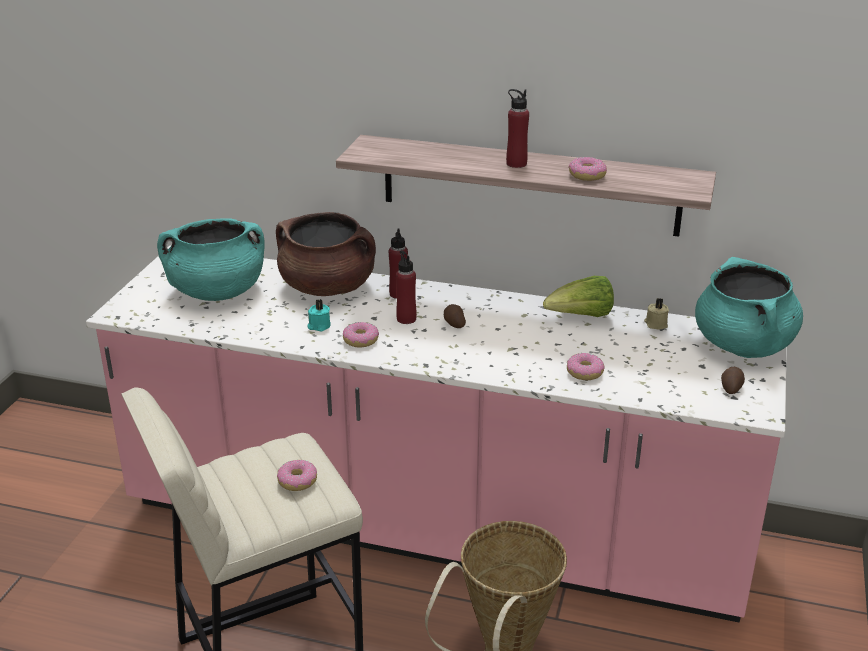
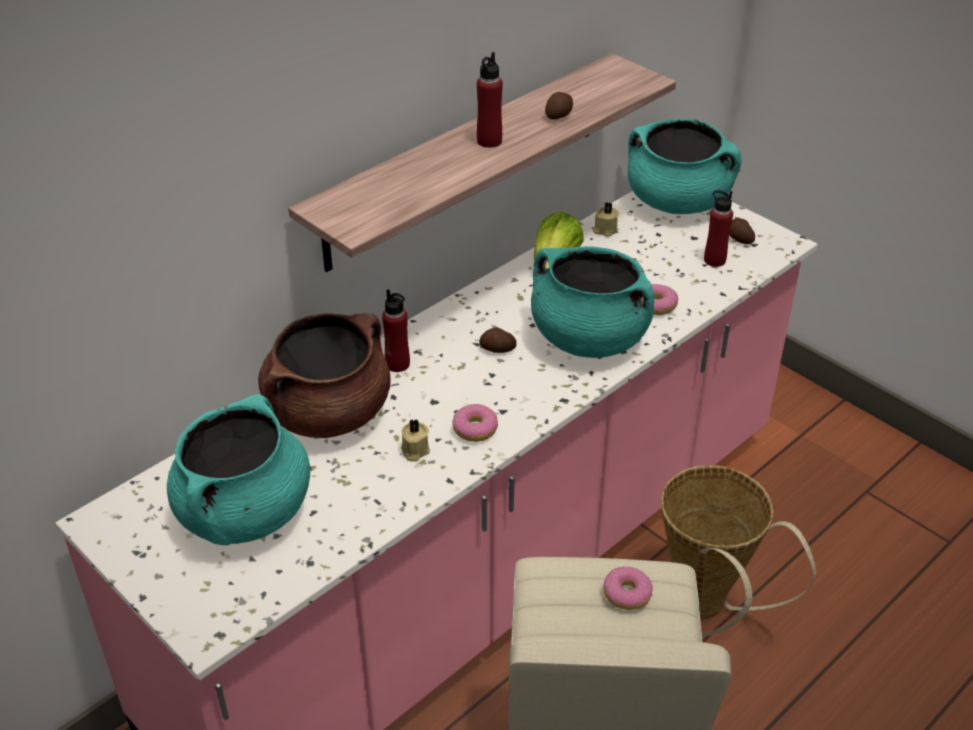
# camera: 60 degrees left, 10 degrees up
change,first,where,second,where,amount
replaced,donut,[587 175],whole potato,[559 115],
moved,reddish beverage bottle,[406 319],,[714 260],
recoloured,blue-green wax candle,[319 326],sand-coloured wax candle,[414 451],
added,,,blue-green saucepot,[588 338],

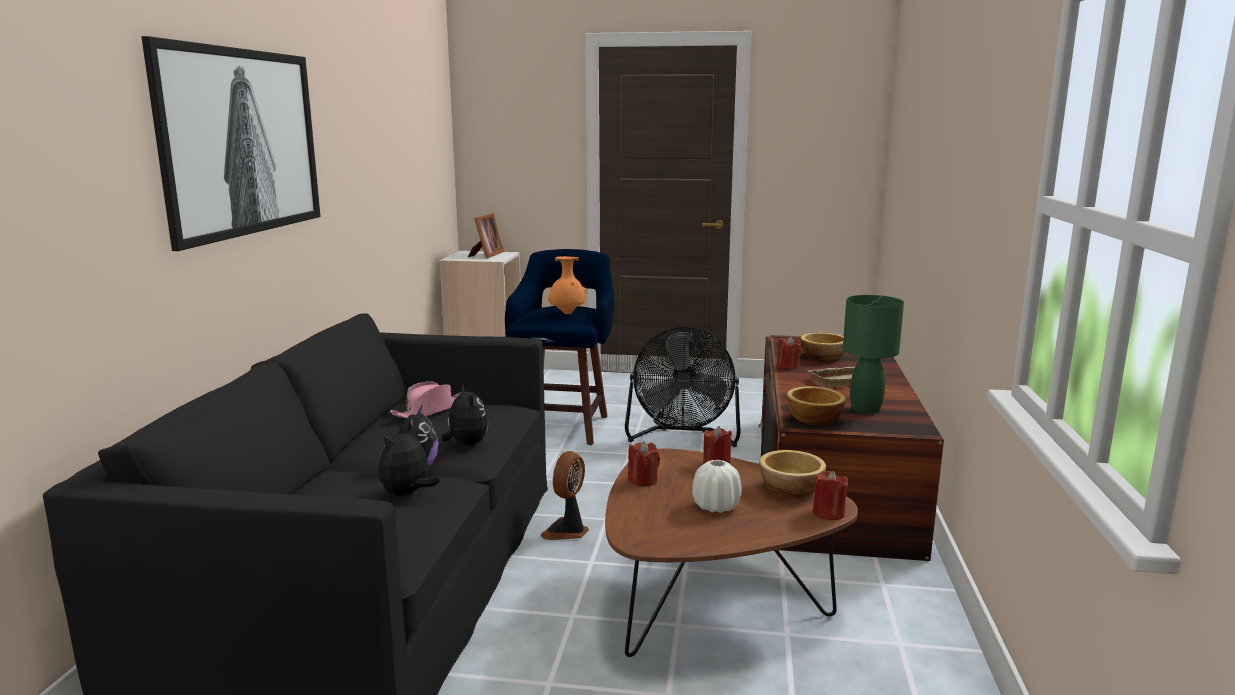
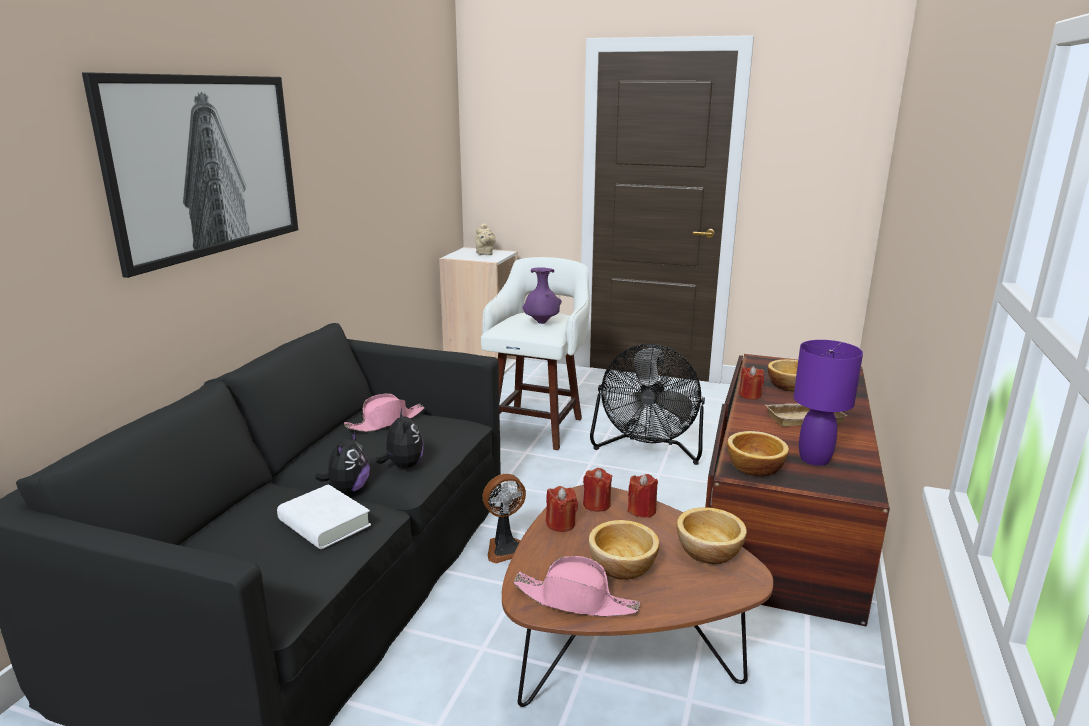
# camera: 10 degrees right, 5 degrees up
change,first,where,second,where,amount
replaced,photo frame,[486 255],sand-coloured pot for tea,[484 254],
recoloured,blue stool seat,[564 426],whitish stool seat,[537 426],
recoloured,orangey flower vase,[567 313],purple-coloured flower vase,[541 323],
recoloured,green-coloured tabletop lamp,[865 409],purple-coloured tabletop lamp,[814 459],
replaced,cuddly toy,[407 494],whitish book,[324 523],
turned,fan,[567 531],,[506 548],150 degrees counterclockwise
replaced,whitish flower vase,[716 506],bowl,[623 566],
moved,reddish wax candle,[828 513],,[596 504],
added,,,pinkish wearable hat,[576 600],

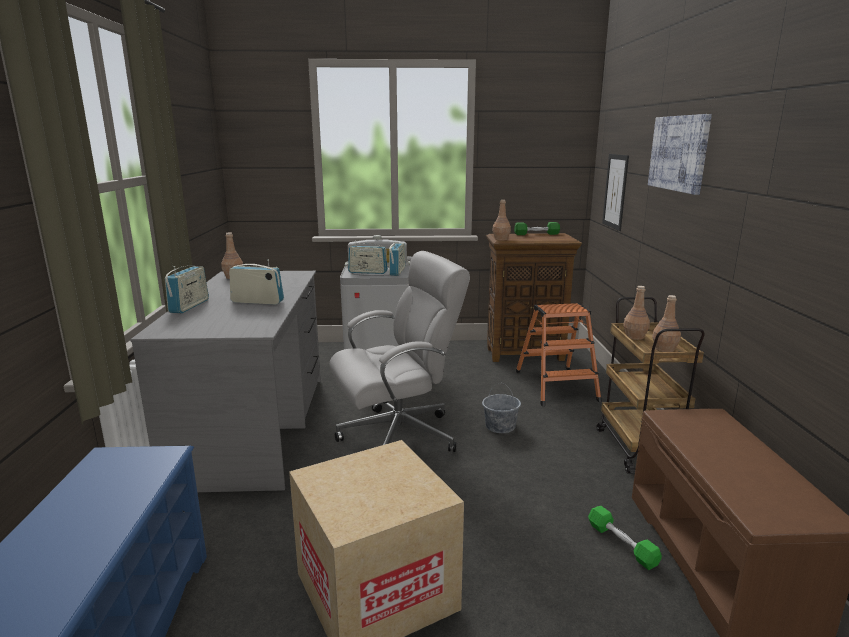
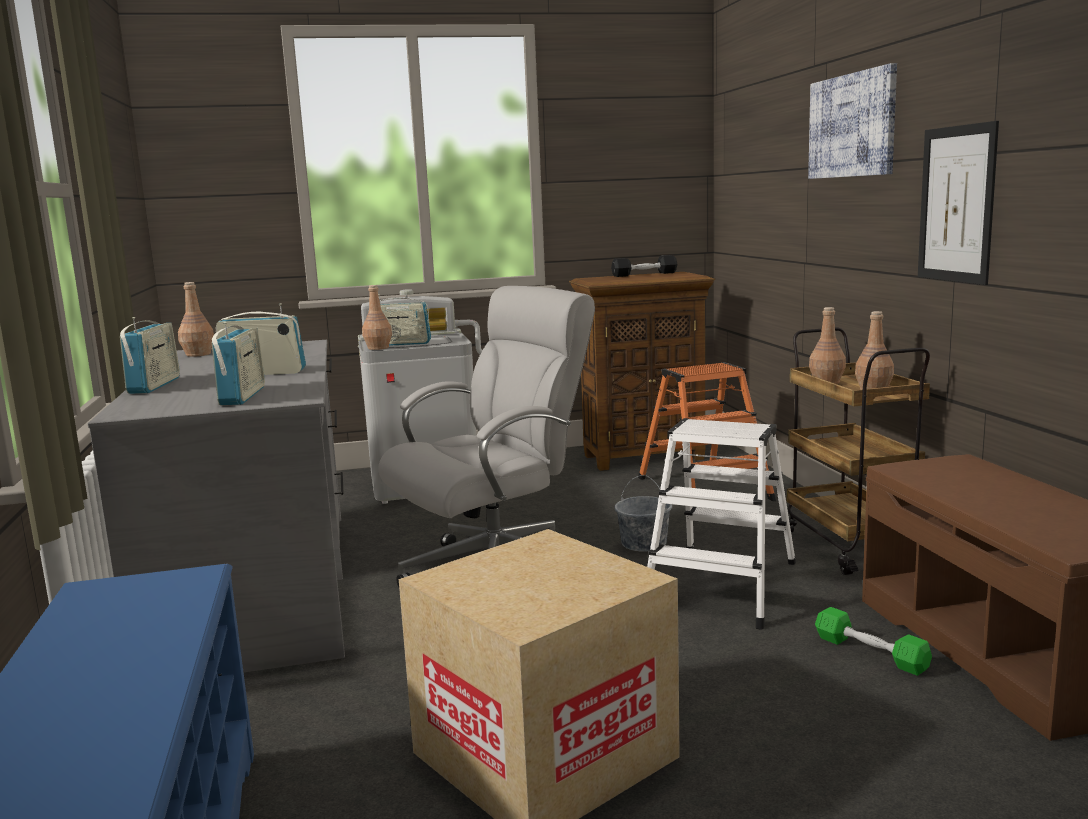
# camera: 10 degrees left, 5 degrees down
change,first,where,second,where,amount
moved,picture,[615 191],,[956 204],
moved,brown beverage bottle,[501 239],,[378 348],
recoloured,green-coloured hand weight,[536 234],black hand weight,[644 274],
moved,radio receiver,[397 271],,[242 396],
added,,,whitish step stool,[722 584],

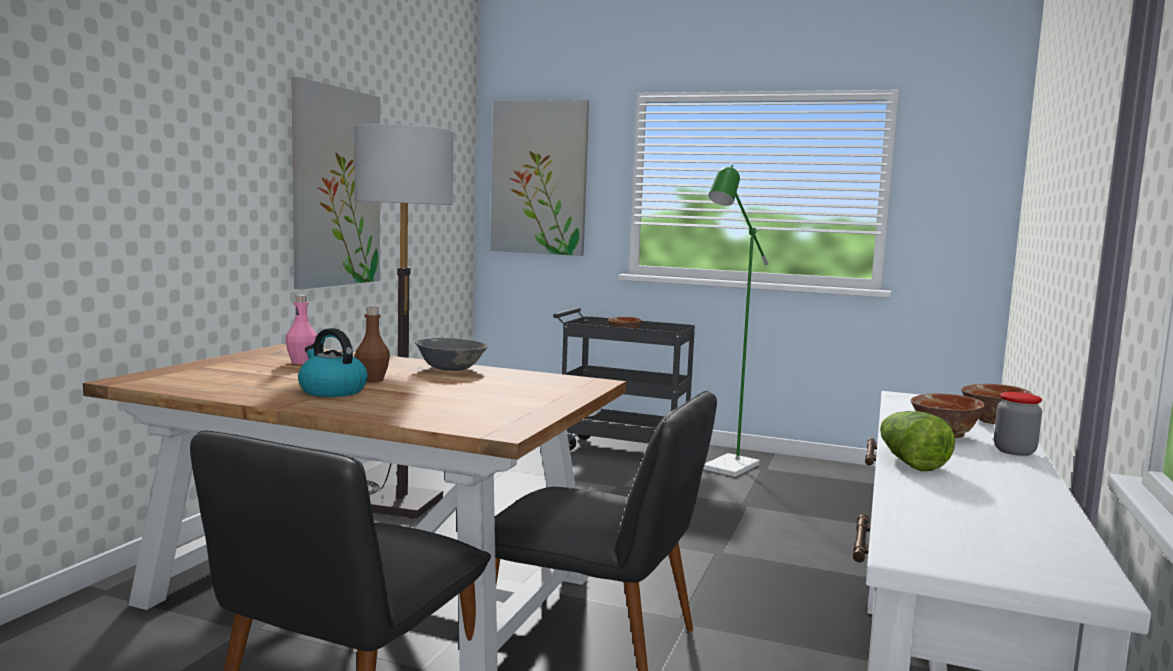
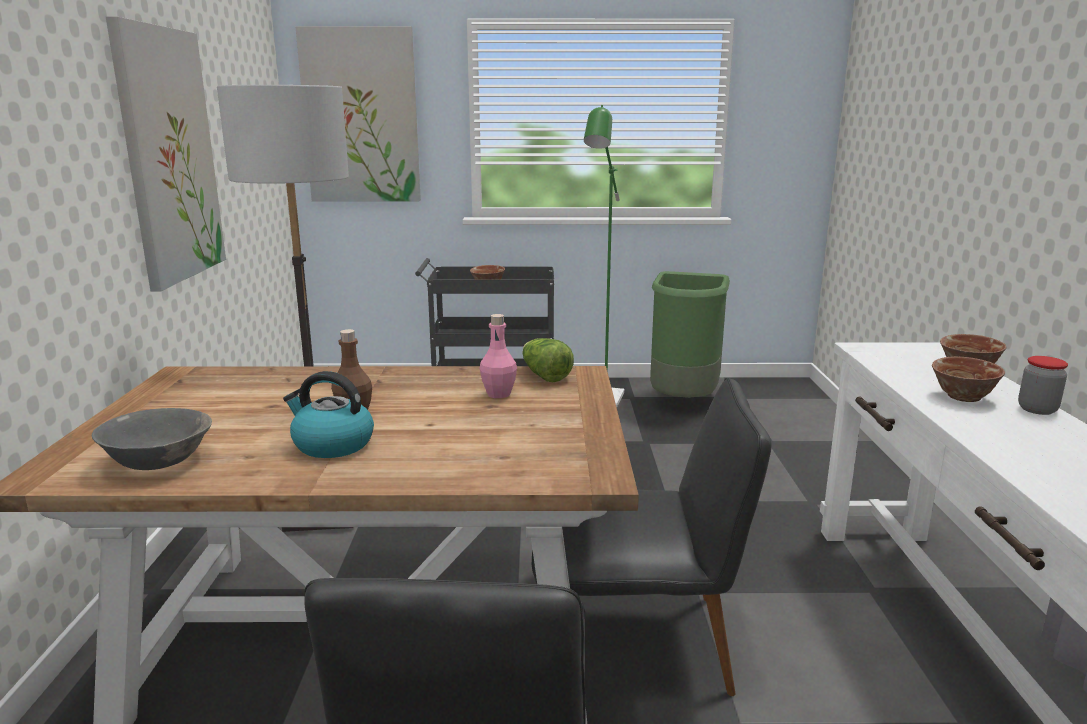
# camera: 20 degrees left, 10 degrees up
change,first,where,second,where,amount
moved,pinkish beverage bottle,[301 362],,[498 394],
moved,greyish bowl,[450 368],,[157 461],
moved,lettuce head,[909 462],,[544 375],
added,,,green-coloured waste bin,[684 401],

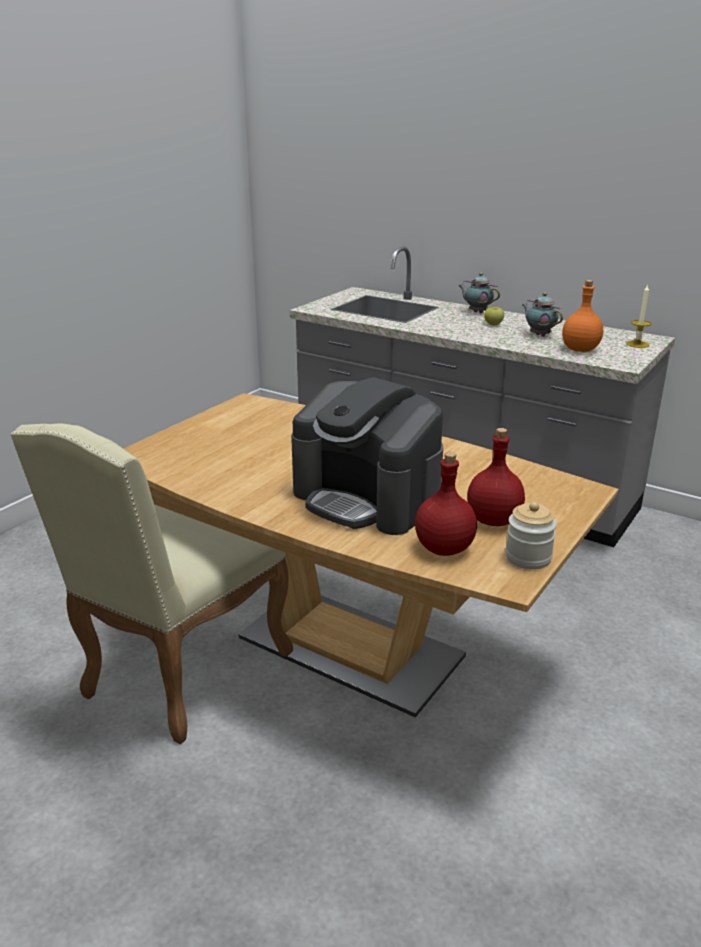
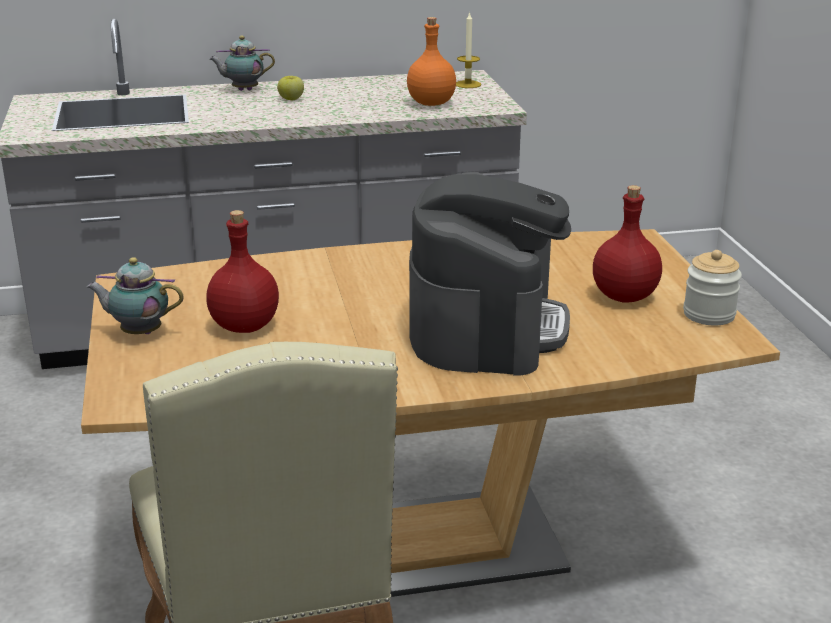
# camera: 45 degrees left, 0 degrees up
change,first,where,second,where,amount
moved,pot for tea,[539 335],,[139 333],
turned,coffee brewer,[367 498],,[486 327],75 degrees counterclockwise
moved,reddish beverage bottle,[445 548],,[246 326],

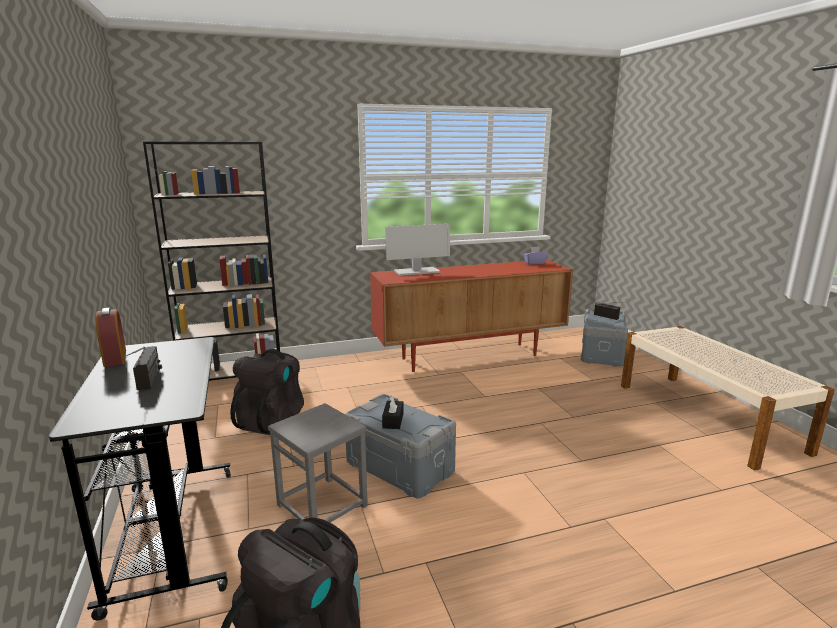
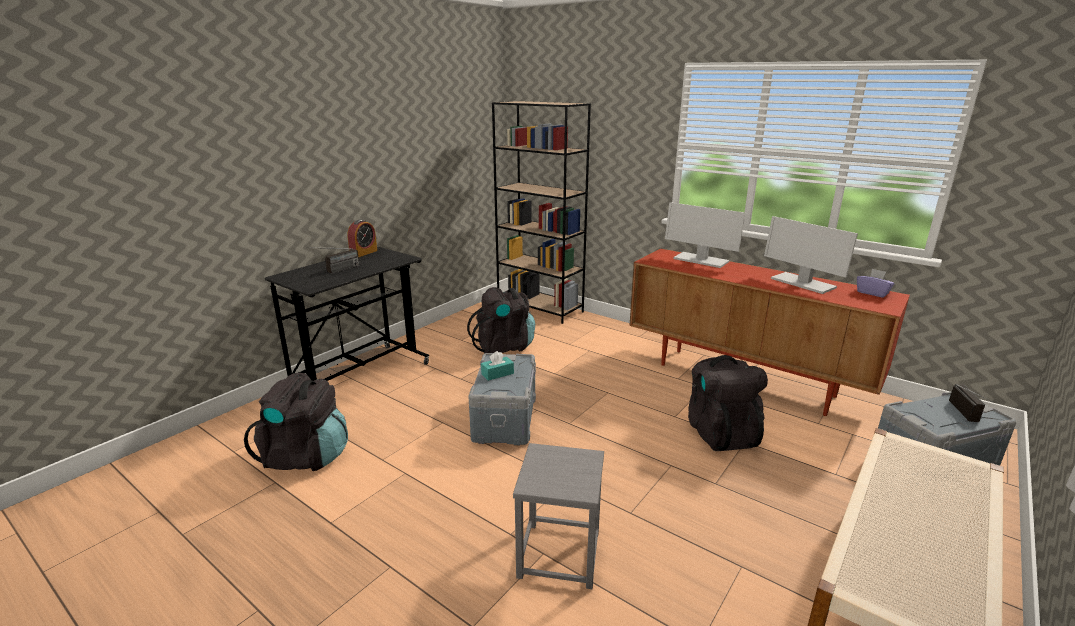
# camera: 55 degrees right, 5 degrees up
change,first,where,second,where,amount
recoloured,black box of tissues,[393 420],blue-green box of tissues,[497 374],
moved,greyish stool seat,[323 505],,[560 554],
added,,,computer screen,[802 283],
added,,,black backpack,[720 432],

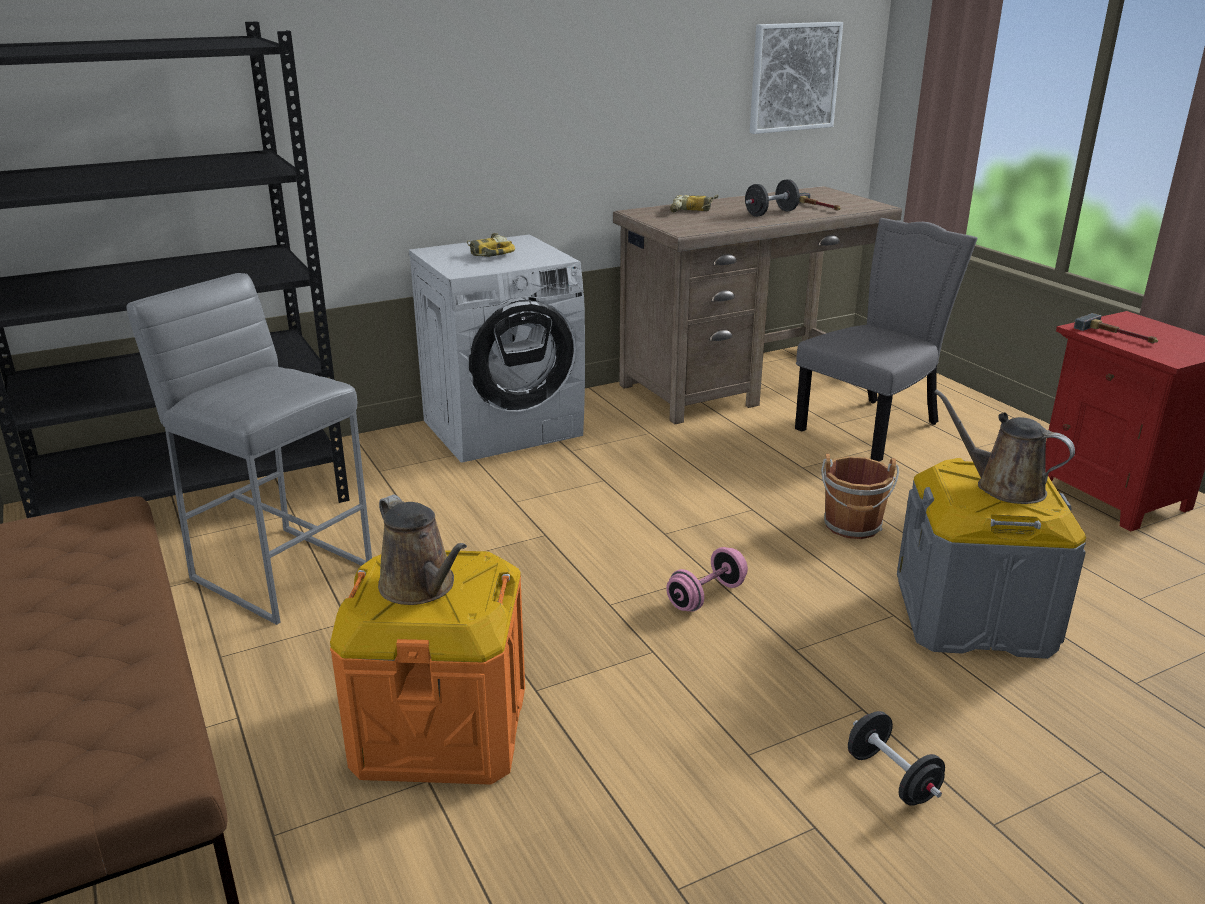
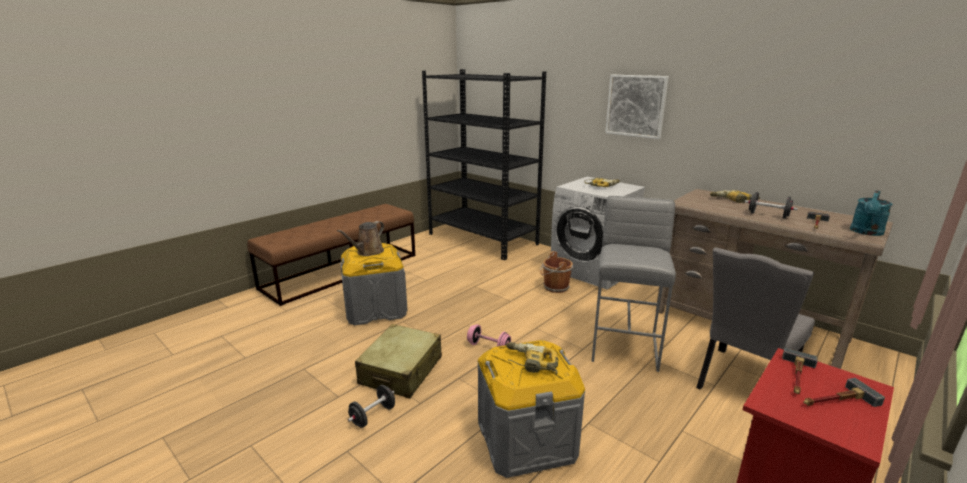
# camera: 70 degrees right, 5 degrees down
change,first,where,second,where,amount
moved,picture,[794 77],,[636 106],
turned,greyish upright chair,[869 429],,[743 380],105 degrees clockwise
moved,greyish stool seat,[280 572],,[625 346],
replaced,brown sprinkling can,[1003 486],drill,[530 363],
moved,brown water bucket,[853 526],,[555 287],
recoloured,orangey storage bin,[441 728],greyish storage bin,[376 309],
added,,,blue-green sprinkling can,[866 232],
added,,,sand-coloured travel case,[401 371],
added,,,hand hammer,[835 401],

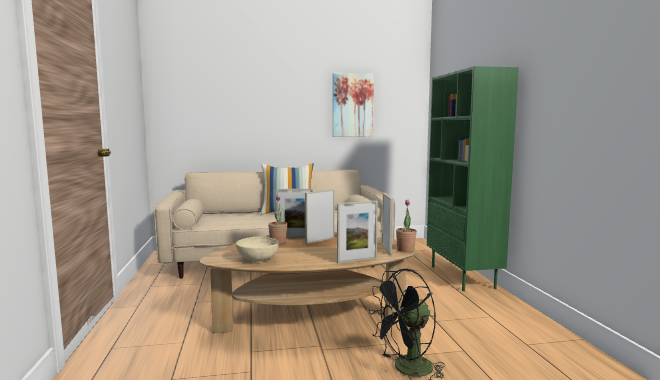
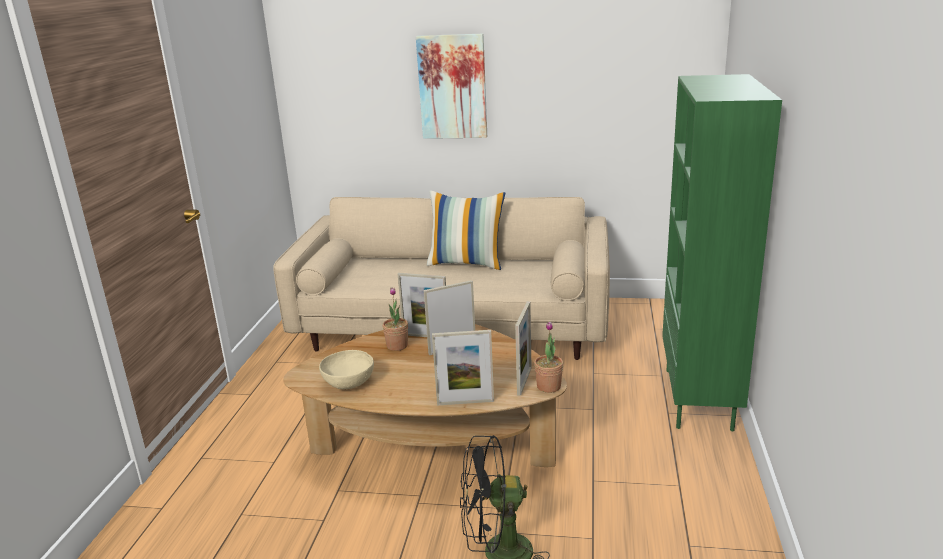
# camera: 20 degrees right, 15 degrees up
change,first,where,second,where,amount
moved,picture,[352 105],,[452 87],

